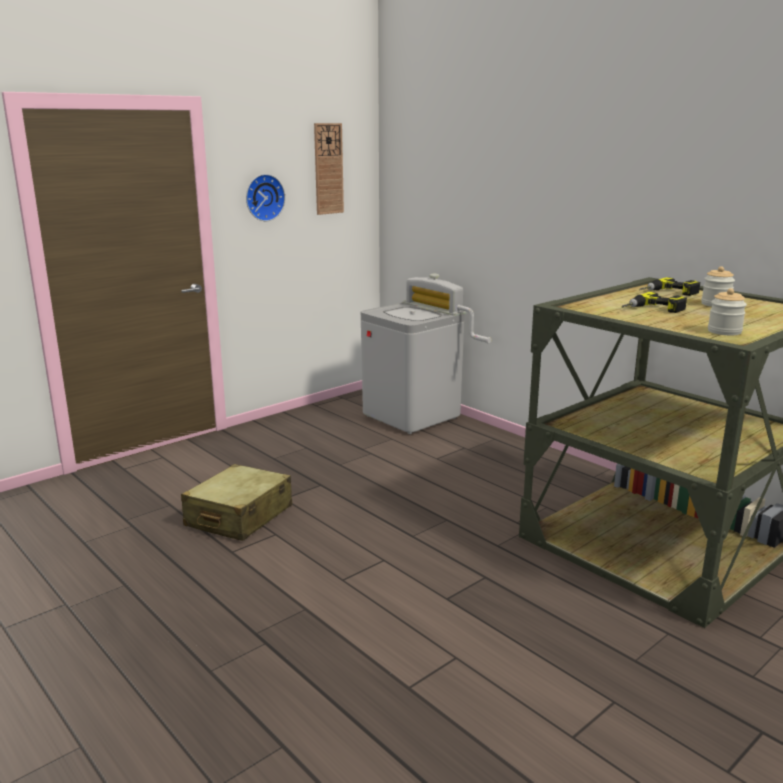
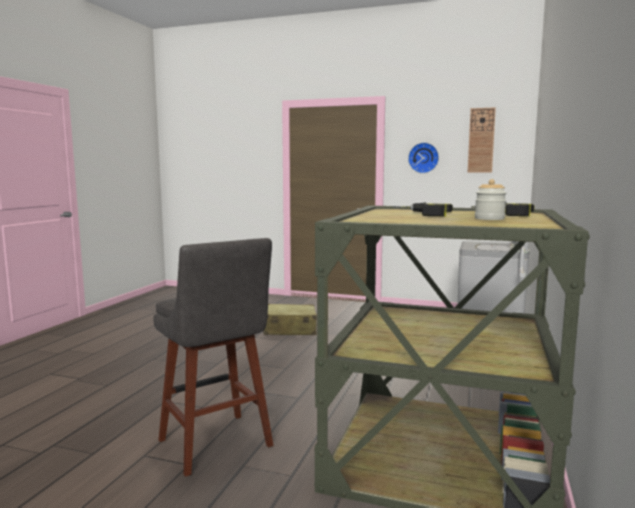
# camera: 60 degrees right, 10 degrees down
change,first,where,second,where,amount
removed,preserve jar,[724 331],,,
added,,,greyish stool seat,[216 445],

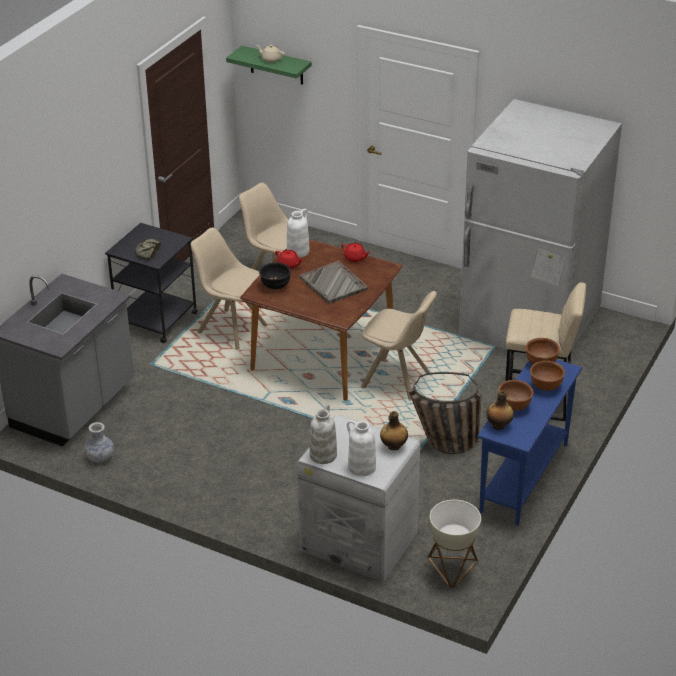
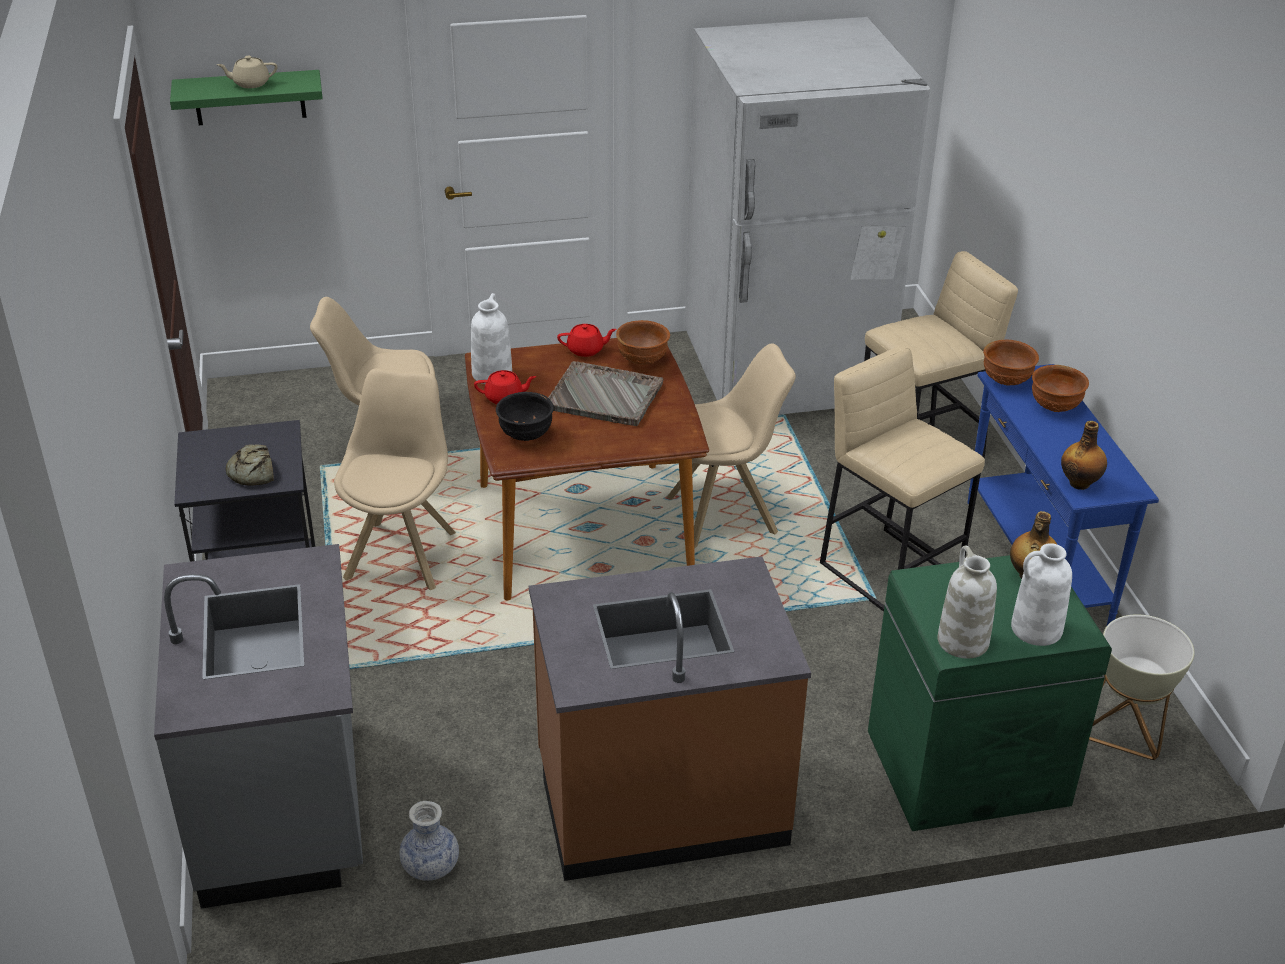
# camera: 40 degrees left, 0 degrees up
change,first,where,second,where,amount
turned,sand-coloured upright chair,[231 329],,[402 555],105 degrees clockwise
replaced,storage basket,[442 444],sand-coloured stool seat,[888 571],
moved,brown bowl,[514 407],,[643 361],
recoloured,whitish laundry appliance,[360 538],green-coloured laundry appliance,[962 761],
added,,,brown kitchen counter,[661 800],

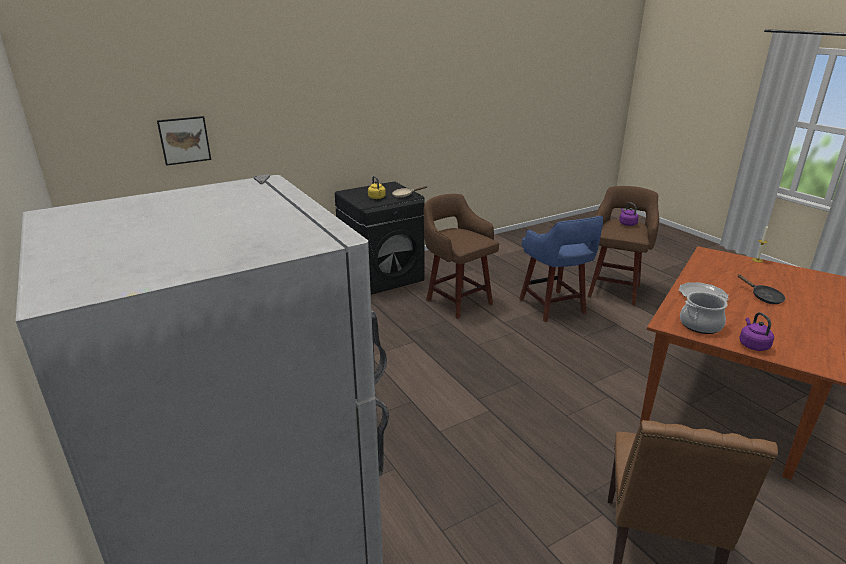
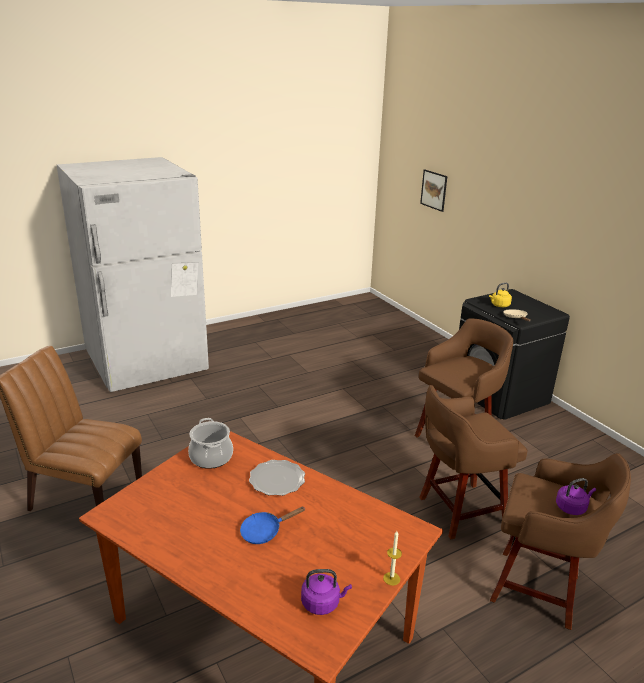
# camera: 90 degrees right, 0 degrees up
change,first,where,second,where,amount
recoloured,blue stool seat,[553 308],brown stool seat,[458 511],
recoloured,black pan,[763 297],blue pan,[264 531],
moved,purple-coloured kettle,[752 345],,[322 603],

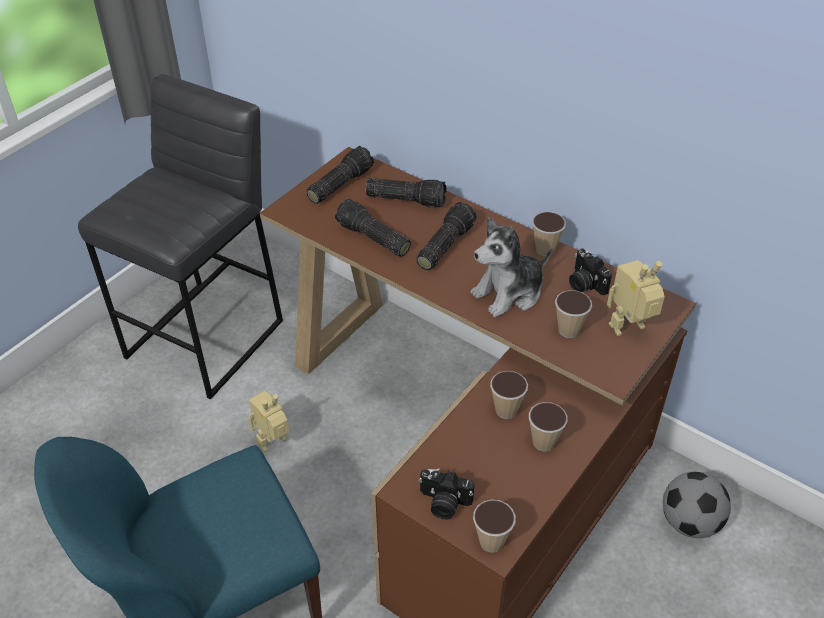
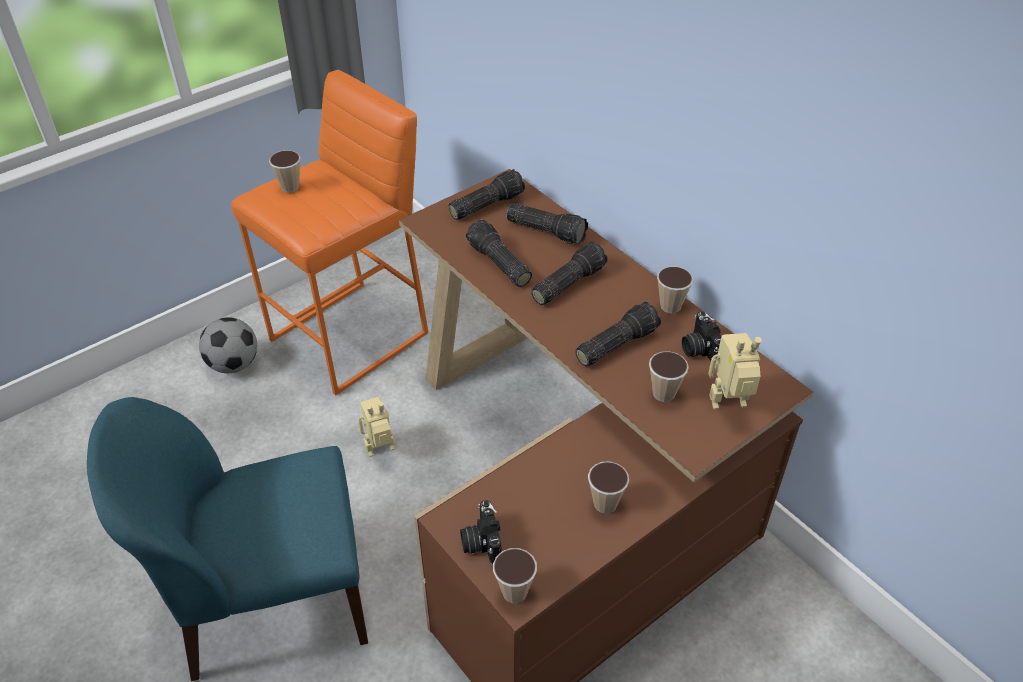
# camera: 15 degrees right, 0 degrees up
change,first,where,second,where,amount
recoloured,greyish stool seat,[207 337],orangey stool seat,[351 335],
replaced,cuddly toy,[509 293],flashlight,[615 344],
moved,small cup,[506 410],,[290 186],
turned,still camera,[443 503],,[481 542],45 degrees clockwise
moved,ball for football,[690 522],,[234 364],

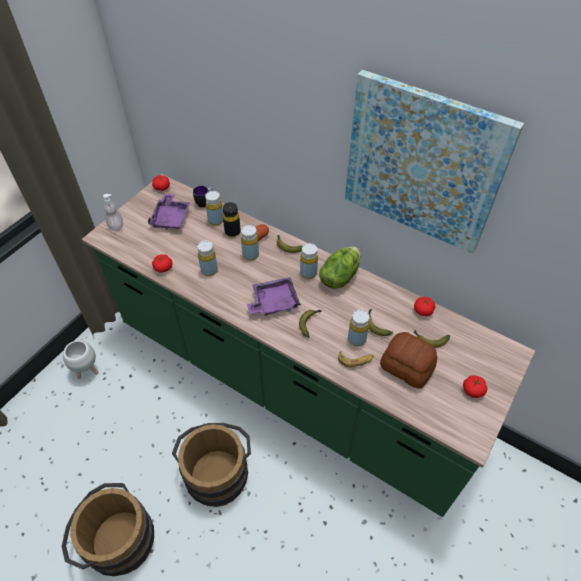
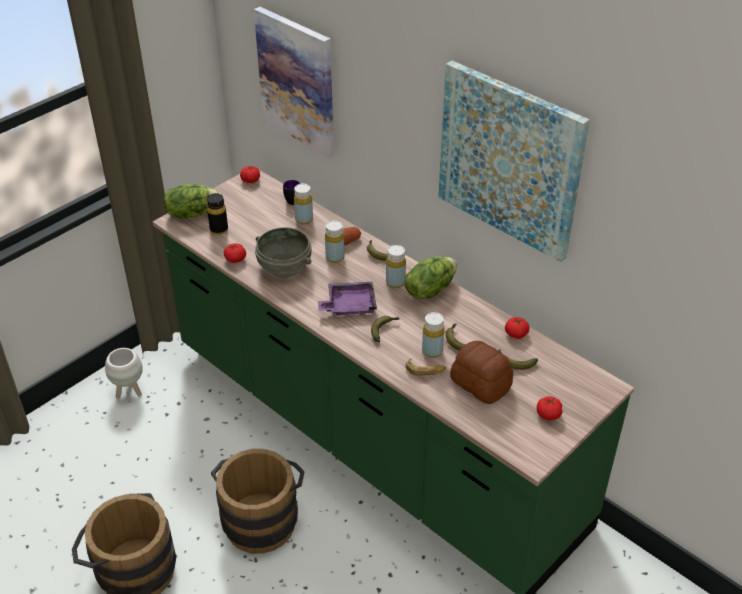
# camera: 10 degrees right, 10 degrees down
change,first,where,second,where,amount
replaced,soap bottle,[116 226],lettuce head,[192 213],
removed,purple-coloured serving tray,[171 218],,,
moved,black beverage bottle,[232 232],,[219 229],
replaced,yellow beverage bottle,[209 270],greyish bowl,[285 267],
added,,,picture,[297 82],

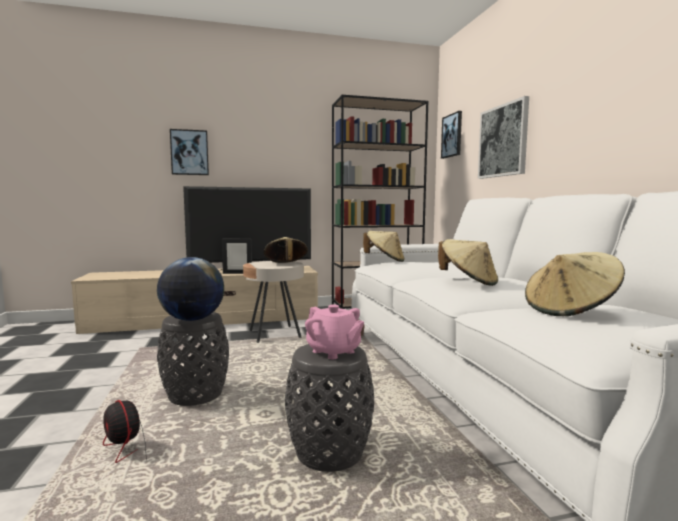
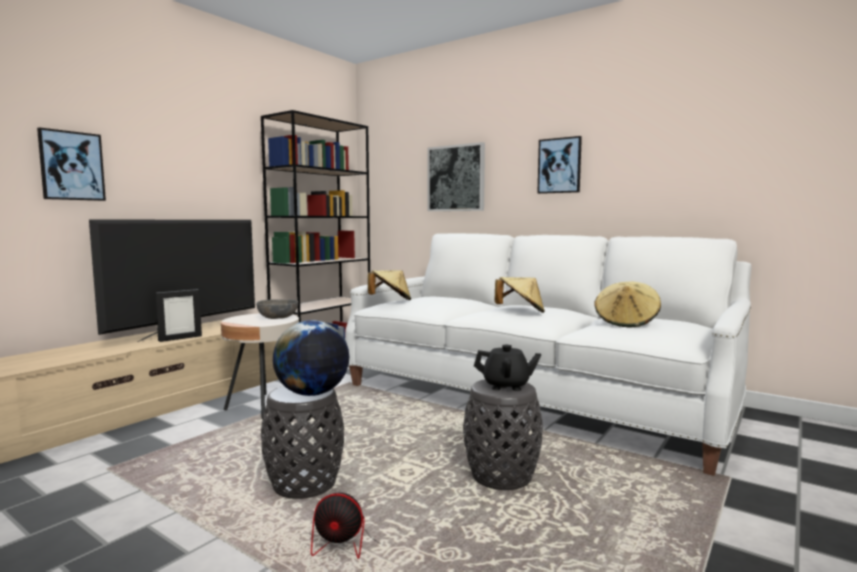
# camera: 40 degrees left, 0 degrees up
change,first,where,second,where,amount
moved,picture,[452 135],,[559 165],
replaced,sand-coloured wearable hat,[285 264],greyish bowl,[278 318],
recoloured,pinkish pot for tea,[333 351],black pot for tea,[506 386],

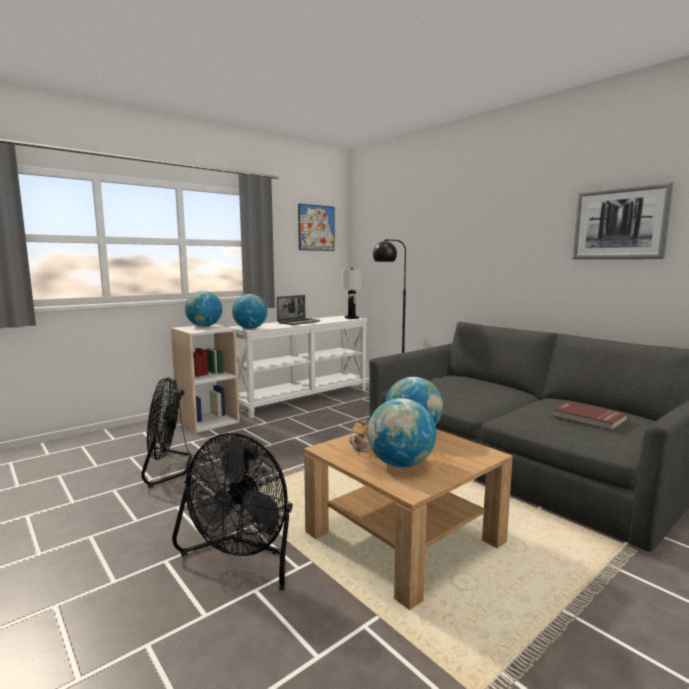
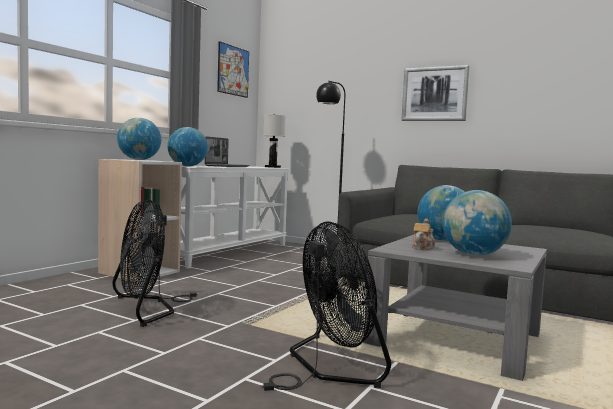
# camera: 20 degrees left, 5 degrees down
change,first,where,second,where,amount
moved,picture,[619 223],,[434 94],
removed,reddish book,[588 418],,,
recoloured,brown coffee table,[404 537],greyish coffee table,[455 338],
turned,black fan,[242 555],,[322 365],120 degrees counterclockwise

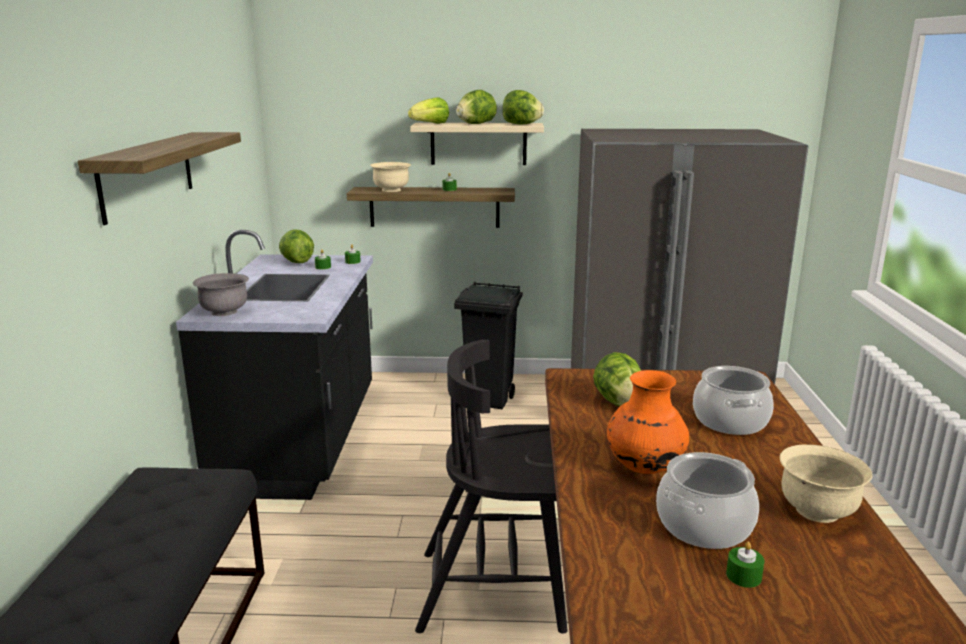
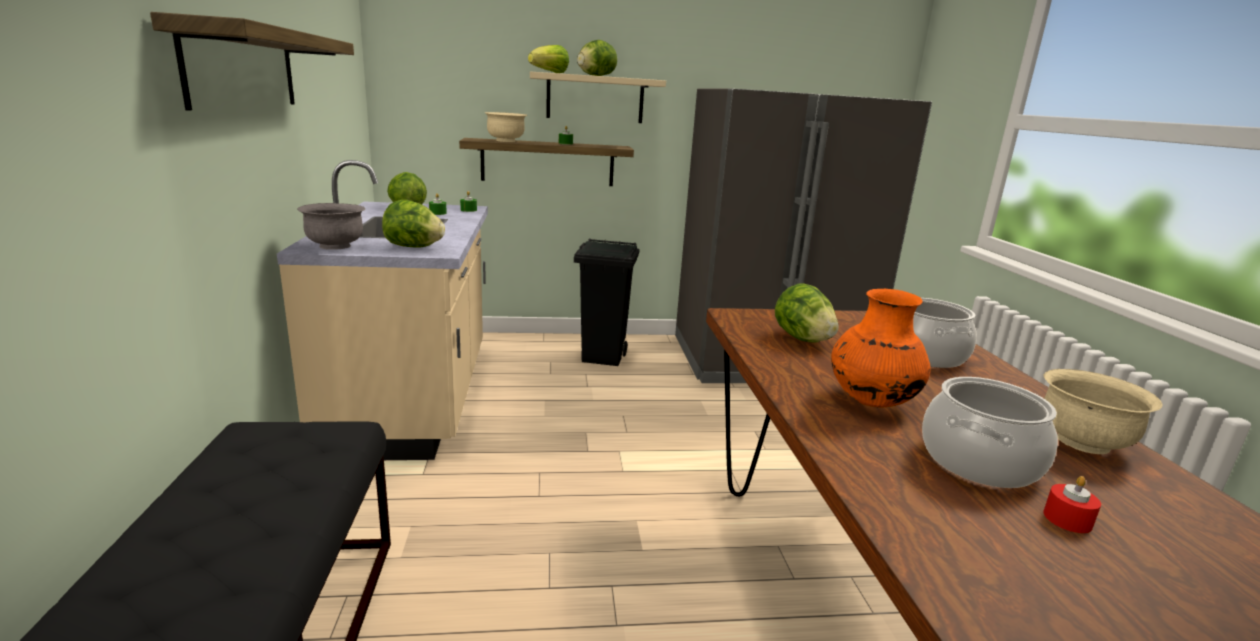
# camera: 10 degrees left, 0 degrees up
change,first,where,second,where,amount
moved,lettuce head,[521 124],,[413 247],
recoloured,black kitchen counter,[302 440],sand-coloured kitchen counter,[414 398],
removed,black upright chair,[495 590],,,
recoloured,green-coloured wax candle,[743 576],reddish wax candle,[1067 519],

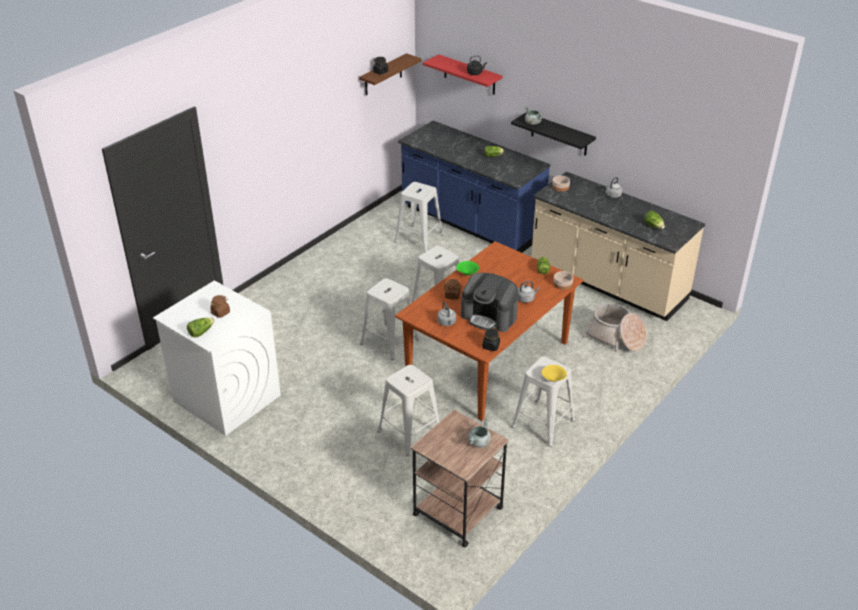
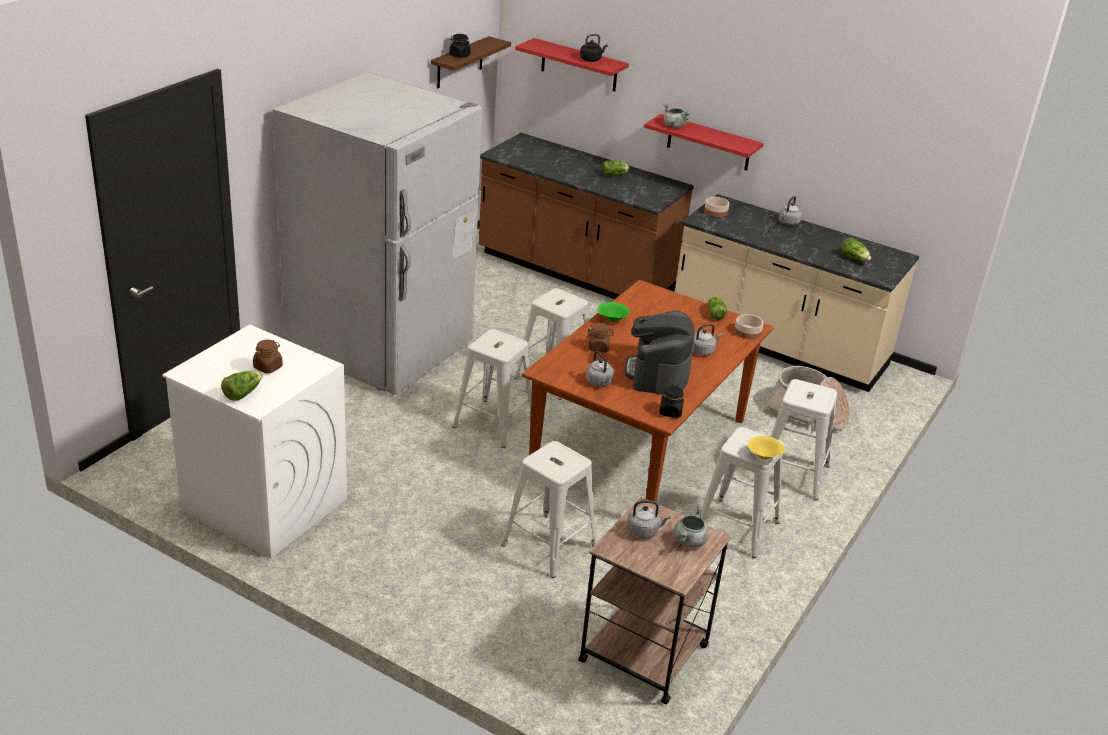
# camera: 10 degrees left, 5 degrees down
change,first,where,second,where,amount
recoloured,black wall shelf,[559 134],reddish wall shelf,[709 143],
recoloured,blue kitchen counter,[470 223],brown kitchen counter,[575 273],
moved,whitish stool seat,[419 238],,[793 474],
turned,coffee brewer,[489 316],,[657 373],75 degrees clockwise
added,,,whitish refrigerator,[381 347],
added,,,greyish kettle,[644 531],

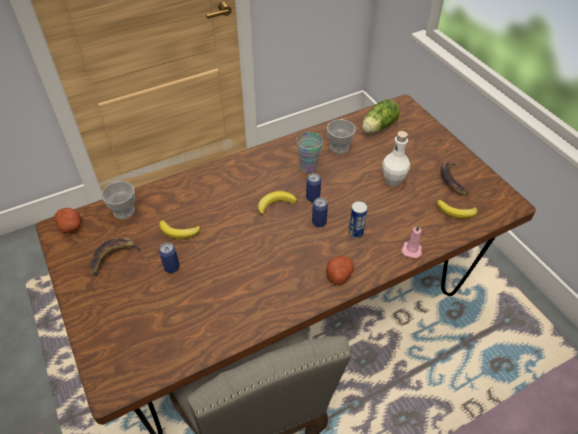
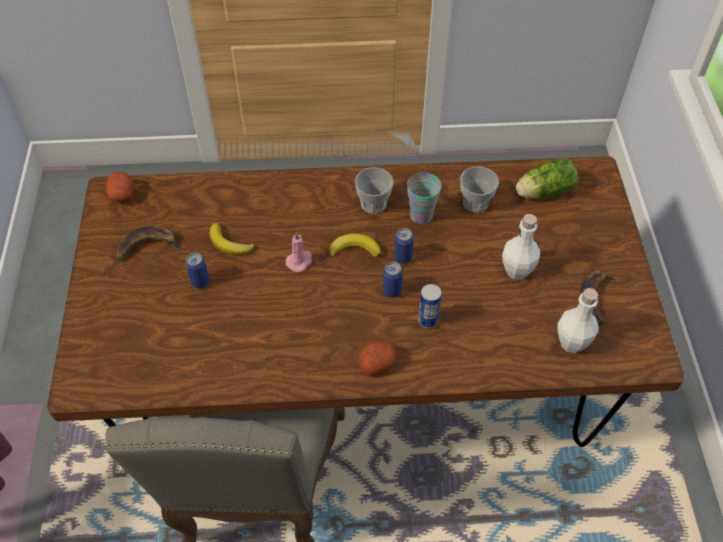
# camera: 25 degrees right, 5 degrees up
change,first,where,second,where,amount
moved,small cup,[124 211],,[373 204],
replaced,whole banana,[456 212],whitish beverage bottle,[571 343],
moved,pinkish wax candle,[411 249],,[300 261],

